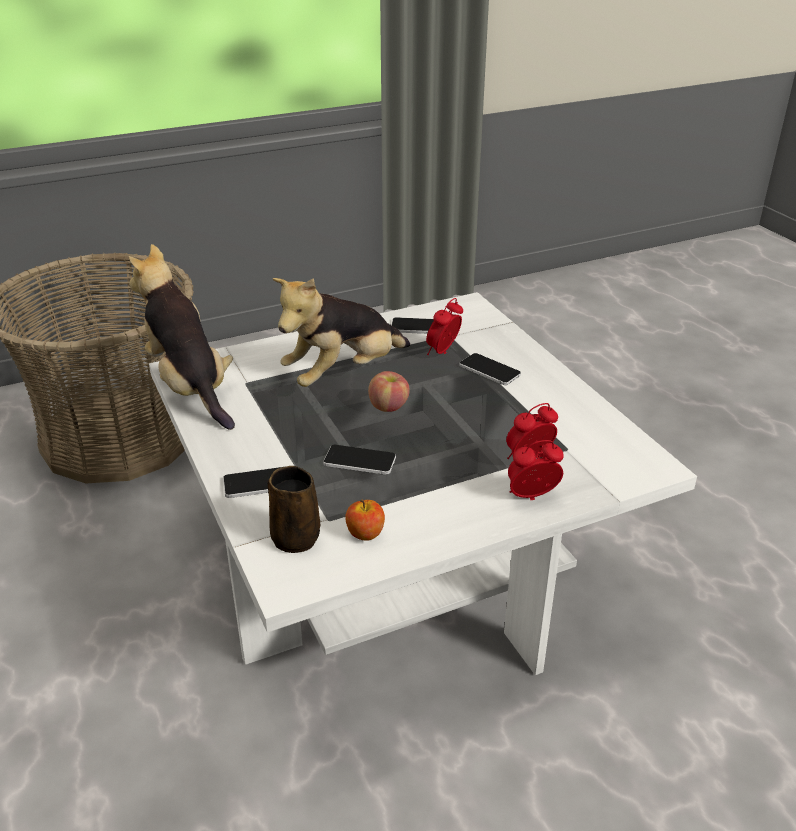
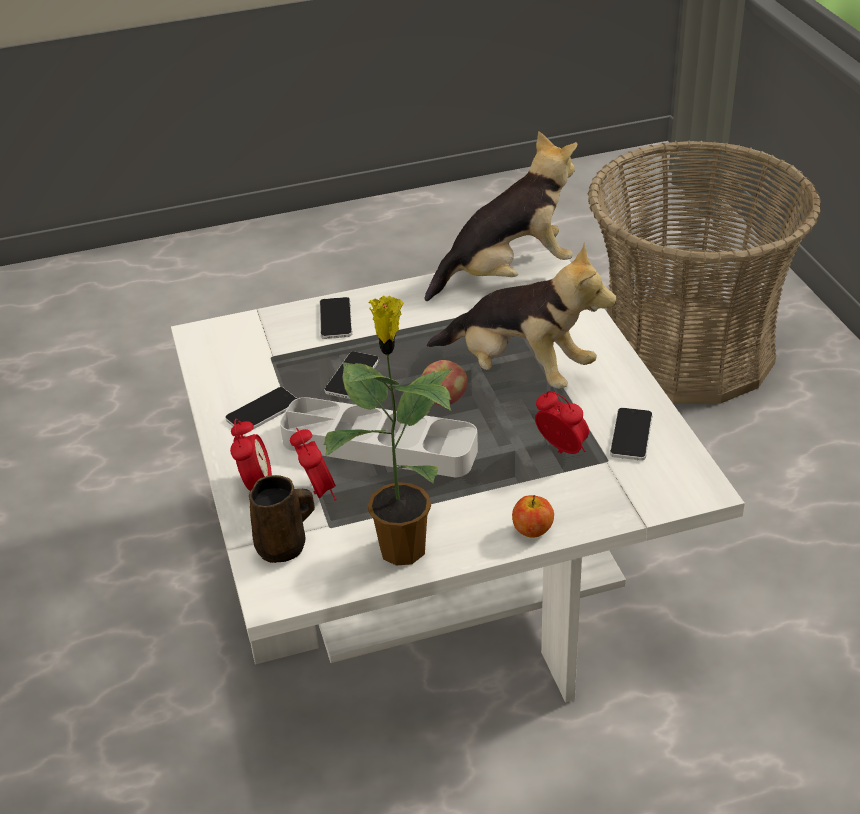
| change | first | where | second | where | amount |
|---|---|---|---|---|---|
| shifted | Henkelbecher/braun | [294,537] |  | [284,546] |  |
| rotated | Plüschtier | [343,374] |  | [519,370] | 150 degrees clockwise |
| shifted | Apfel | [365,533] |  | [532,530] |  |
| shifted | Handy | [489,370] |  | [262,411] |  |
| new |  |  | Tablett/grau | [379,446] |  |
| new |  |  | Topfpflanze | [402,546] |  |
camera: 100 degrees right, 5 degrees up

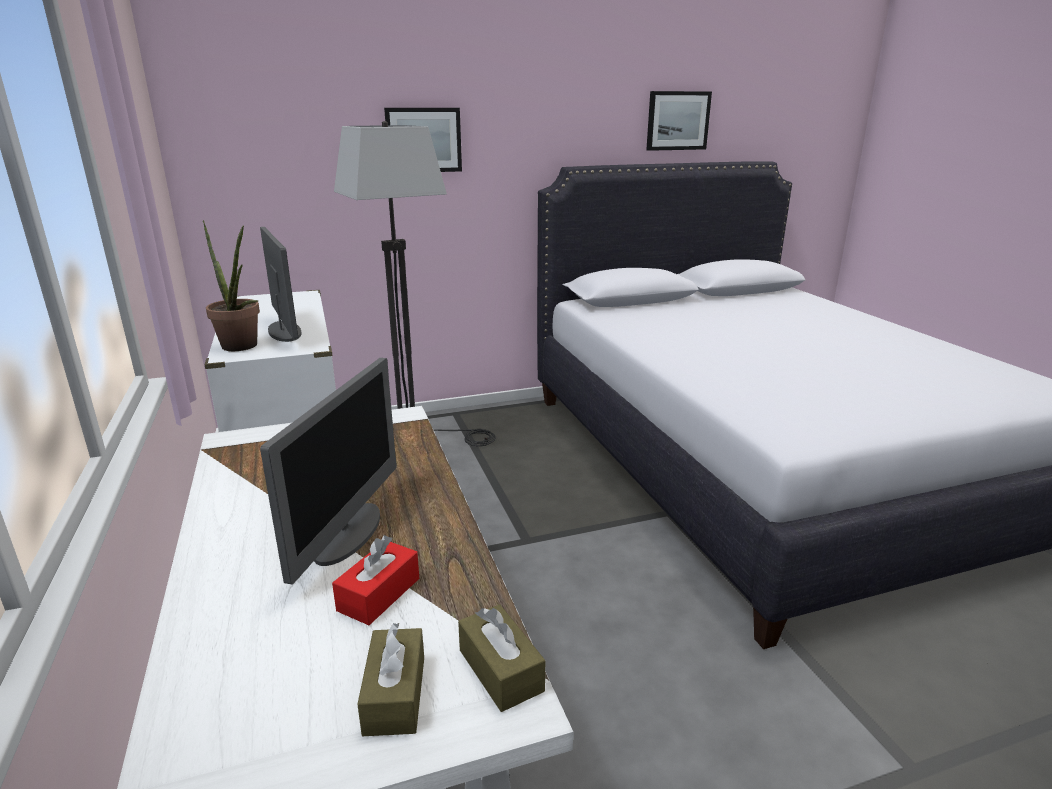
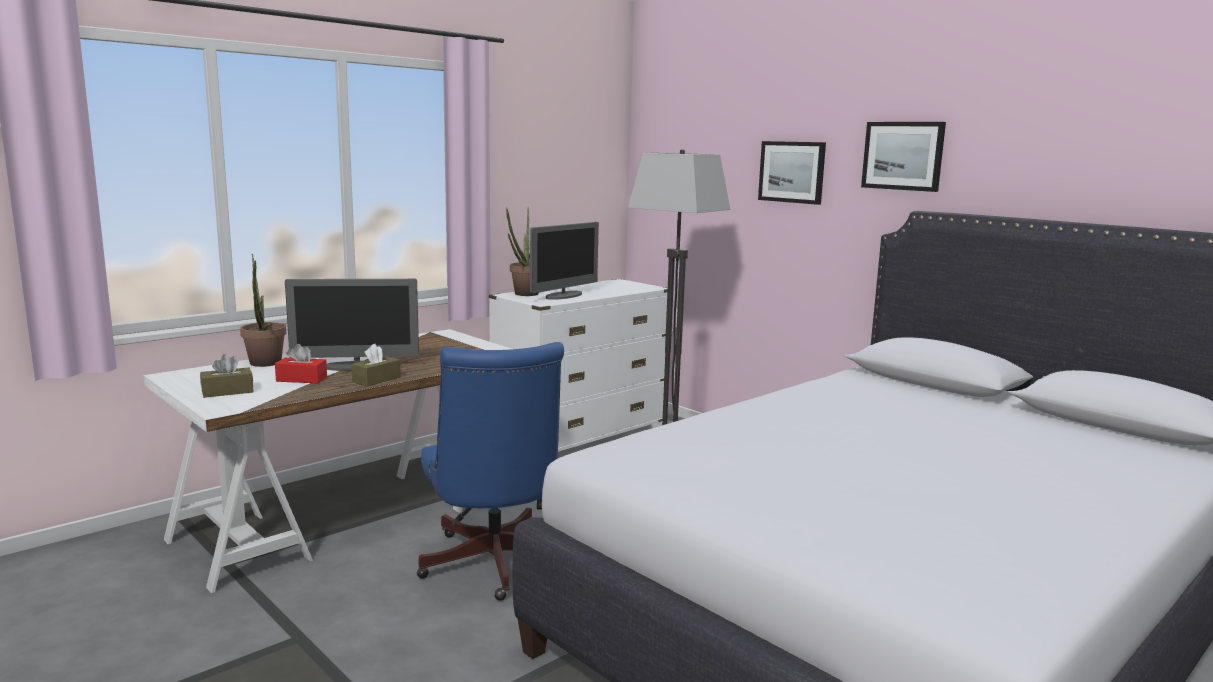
| change | first | where | second | where | amount |
|---|---|---|---|---|---|
| shifted | Taschentuchbox/braun | [500,670] |  | [376,379] |  |
| shifted | Bild | [677,121] |  | [903,156] |  |
| new |  |  | Topfpflanze | [265,364] |  |
| new |  |  | Bürostuhl/blau | [494,567] |  |
camera: 65 degrees right, 10 degrees down

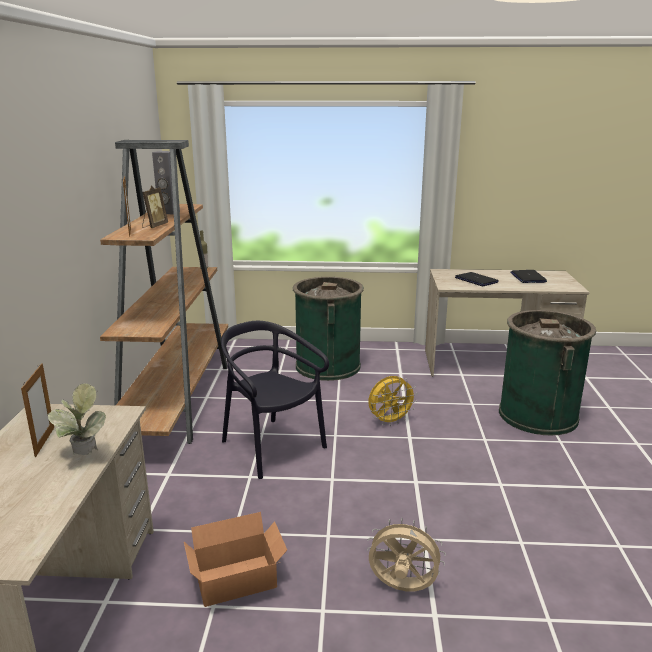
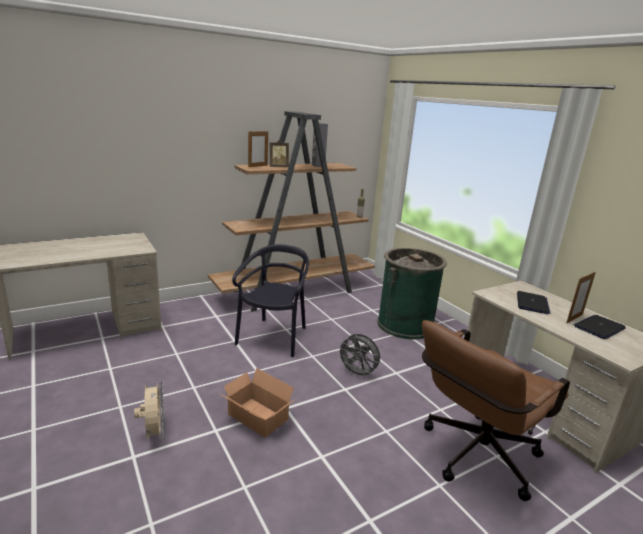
| change | first | where | second | where | amount |
|---|---|---|---|---|---|
| shifted | Bilderrahmen | [44,441] |  | [574,318] |  |
| gone | Topfpflanze | [83,458] |  |  |  |
| shifted | Karton | [238,581] |  | [257,418] |  |
| repainted | Ventilator/gelb | [390,421] | Ventilator/grau | [357,374] |  |
| swapped | Mülleimer/grün | [537,415] | Bürostuhl/braun | [473,458] |  |
camera: 55 degrees right, 0 degrees up

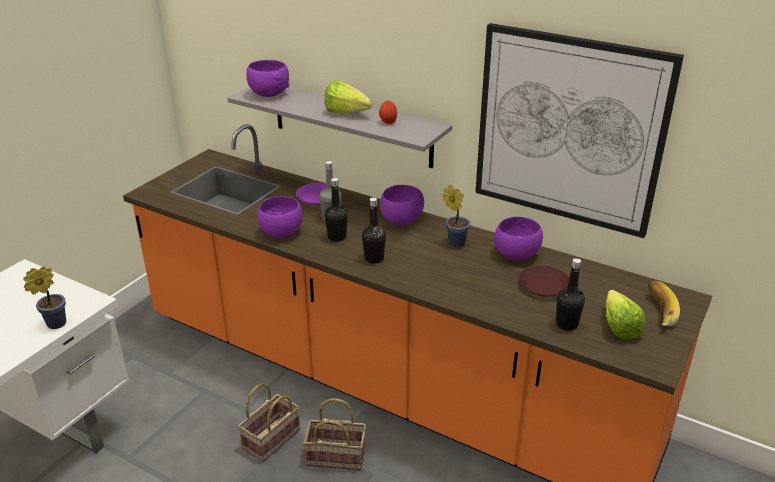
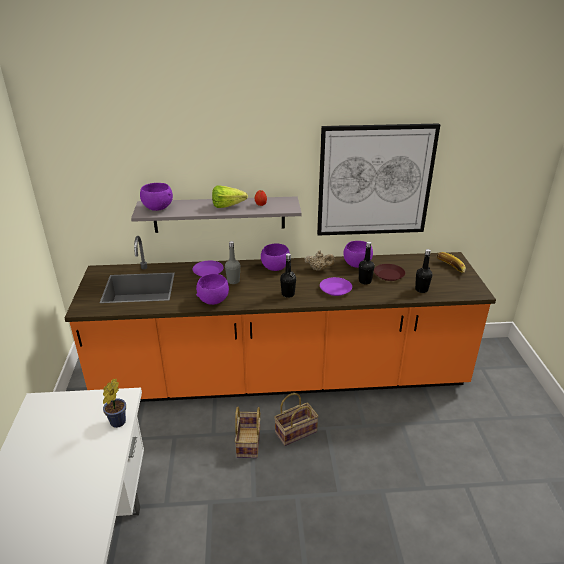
| change | first | where | second | where | amount |
|---|---|---|---|---|---|
| shifted | Flasche/schwarz | [337,237] |  | [365,281] |  |
| swapped | Topfpflanze | [454,242] | Teekanne/beige | [319,269] |  |
| gone | Salatkopf | [618,324] |  |  |  |
| new |  |  | Teller/lila | [335,289] |  |
camera: 35 degrees left, 0 degrees up

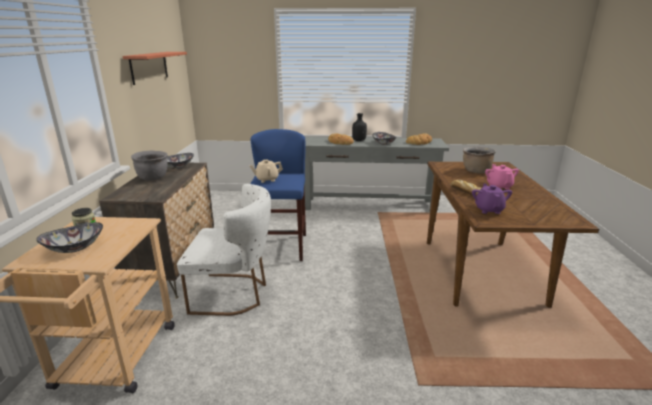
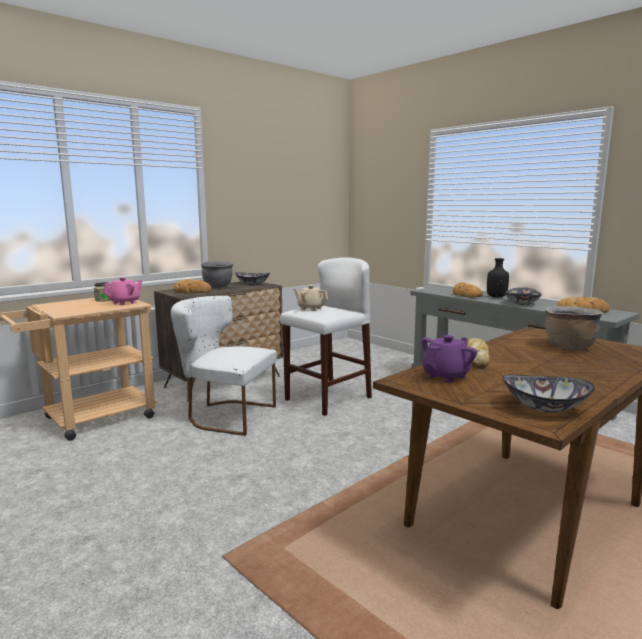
| change | first | where | second | where | amount |
|---|---|---|---|---|---|
| shifted | Schüssel | [75,248] |  | [544,407] |  |
| gone | Wandregal | [149,67] |  |  |  |
| rotated | Stuhl/weiß | [234,294] |  | [225,415] | 150 degrees clockwise |
| repainted | Hocker/blau | [281,247] | Hocker/weiß | [327,398] |  |
| shifted | Teekanne/rosa | [499,186] |  | [125,303] |  |
| new |  |  | Brot | [191,291] |  |
camera: 45 degrees right, 10 degrees down

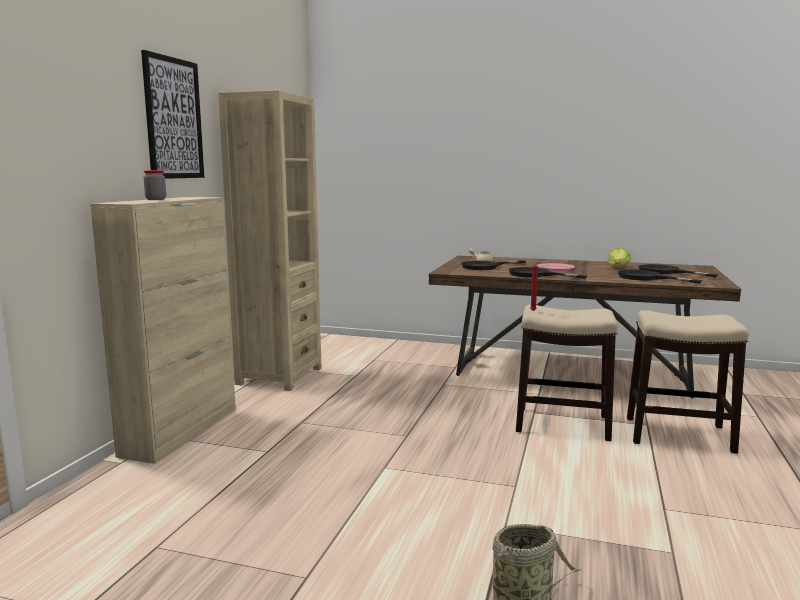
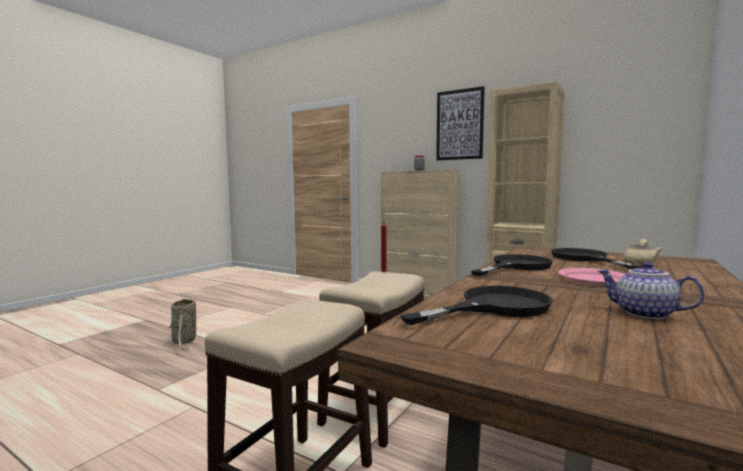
| change | first | where | second | where | amount |
|---|---|---|---|---|---|
| swapped | Salatkopf | [618,268] | Teekanne | [644,314] |  |
| gone | Pfanne/schwarz | [665,272] |  |  |  |
camera: 105 degrees right, 5 degrees down

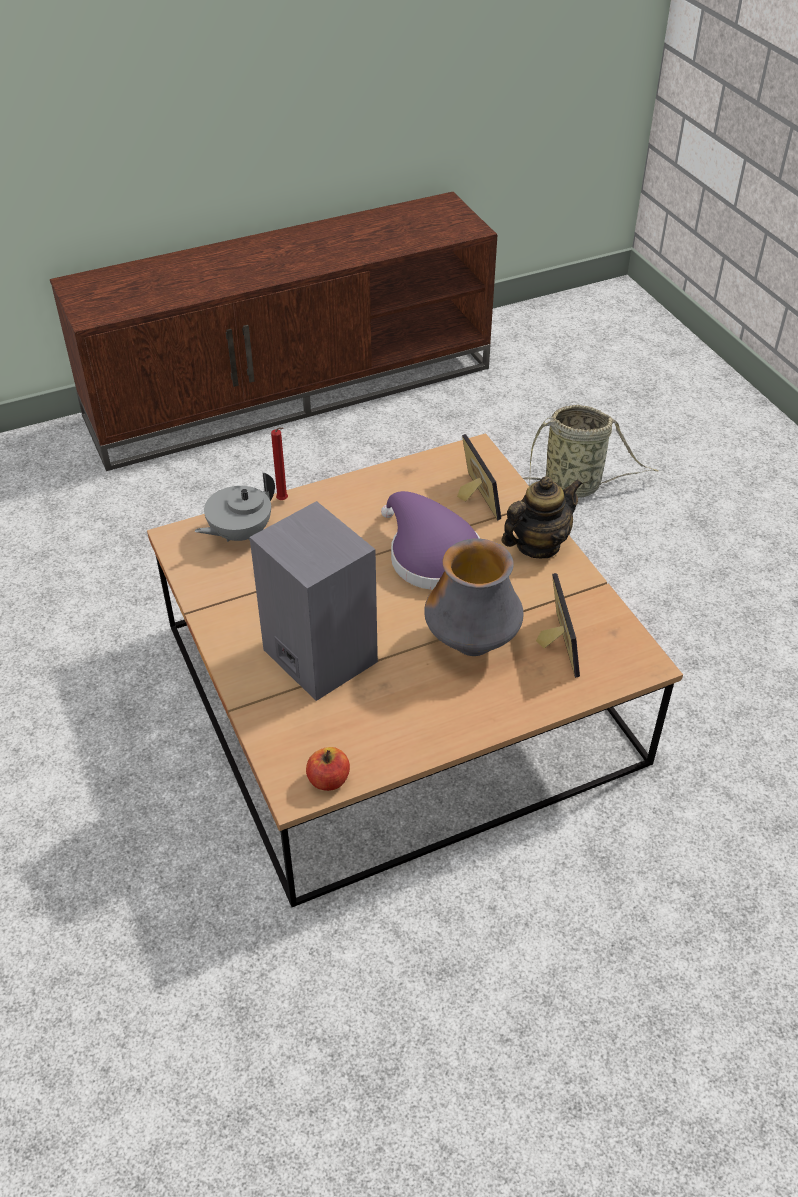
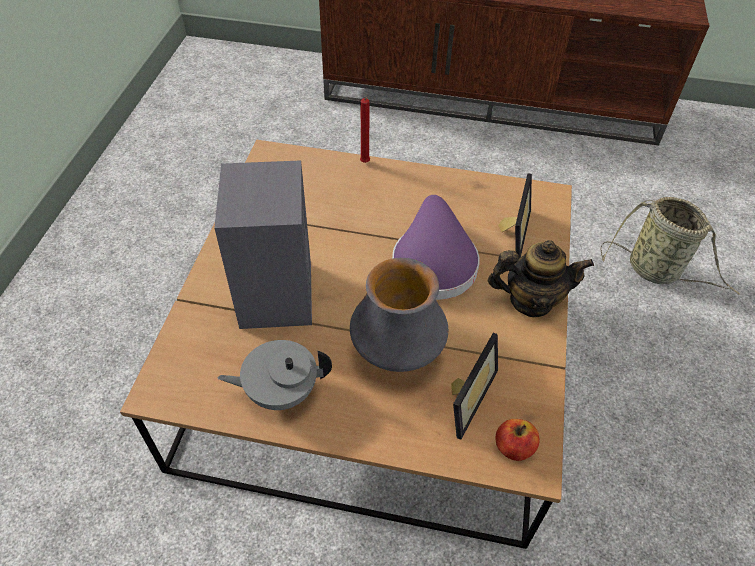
| change | first | where | second | where | amount |
|---|---|---|---|---|---|
| shifted | Teekanne/grau | [239,533] |  | [280,391] |  |
| shifted | Apfel | [329,780] |  | [514,447] |  |
camera: 35 degrees right, 5 degrees up

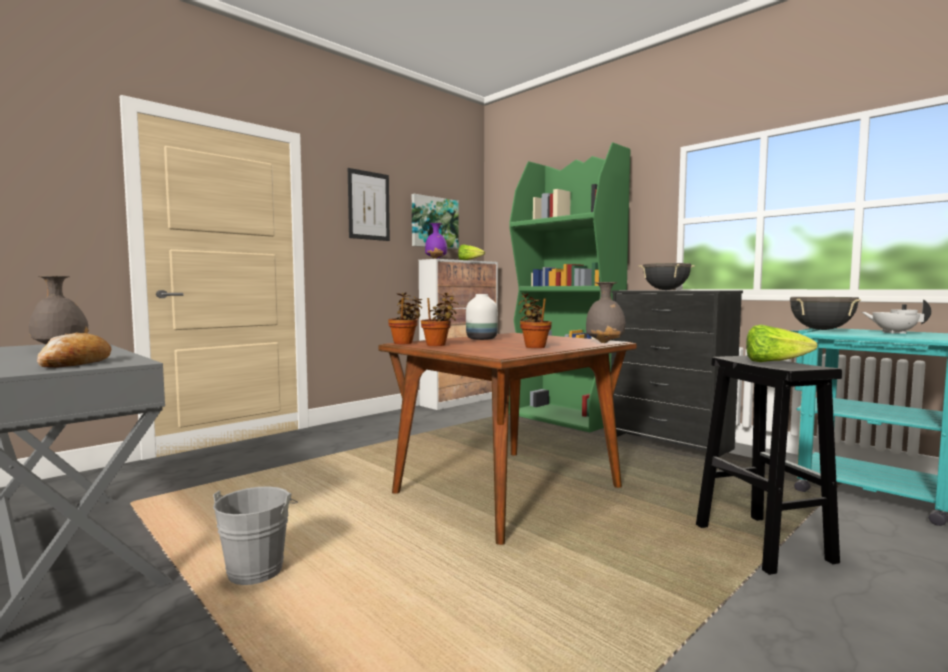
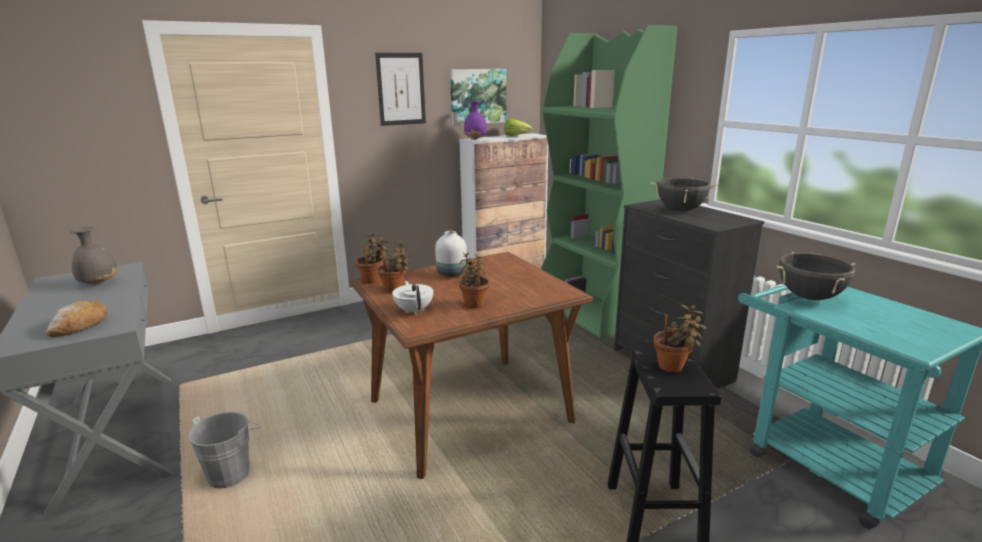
| change | first | where | second | where | amount |
|---|---|---|---|---|---|
| gone | Vase/grau | [605,343] |  |  |  |
| swapped | Salatkopf | [774,362] | Topfpflanze | [673,367] |  |
| shifted | Teekanne/weiß | [894,333] |  | [414,310] |  |
camera: 15 degrees right, 15 degrees up

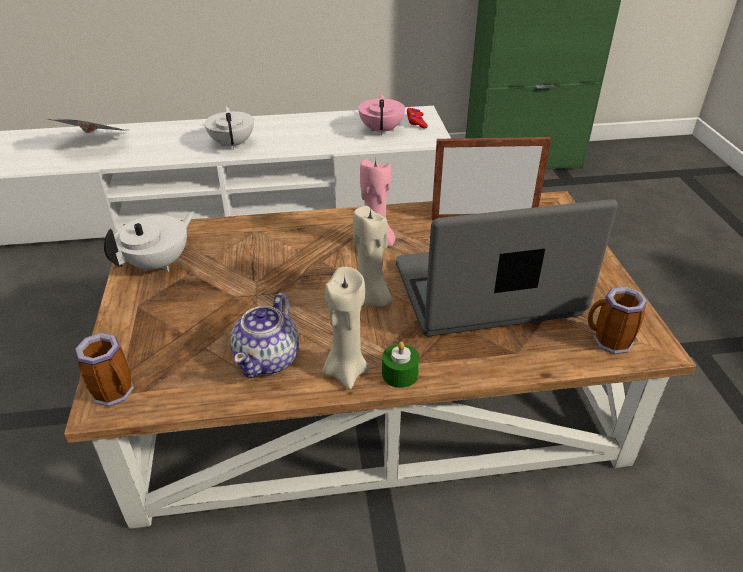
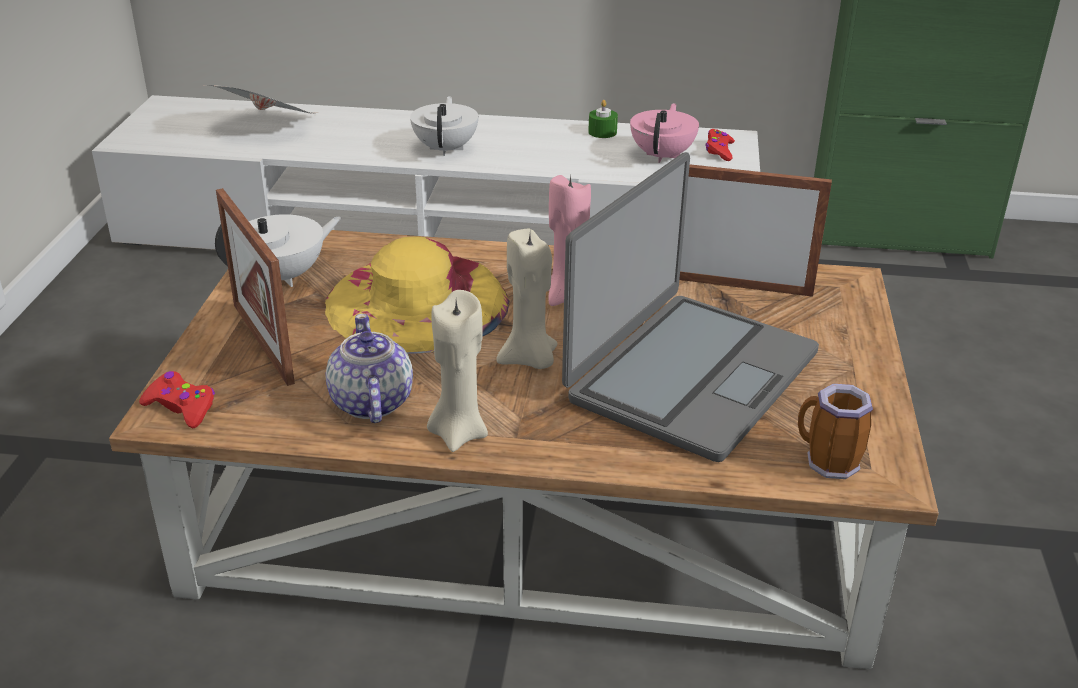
| change | first | where | second | where | amount |
|---|---|---|---|---|---|
| swapped | Henkelbecher | [117,393] | Gamepad/rot | [181,407] |  |
| rotated | Teekanne | [268,359] |  | [370,403] | 135 degrees clockwise |
| shifted | Kerze/grün | [400,374] |  | [602,132] |  |
| rotated | Laptop | [486,292] |  | [690,375] | 120 degrees clockwise |
| new |  |  | Bilderrahmen | [262,343] |  |
| new |  |  | Hut/gelb | [417,302] |  |
camera: 15 degrees right, 5 degrees down

